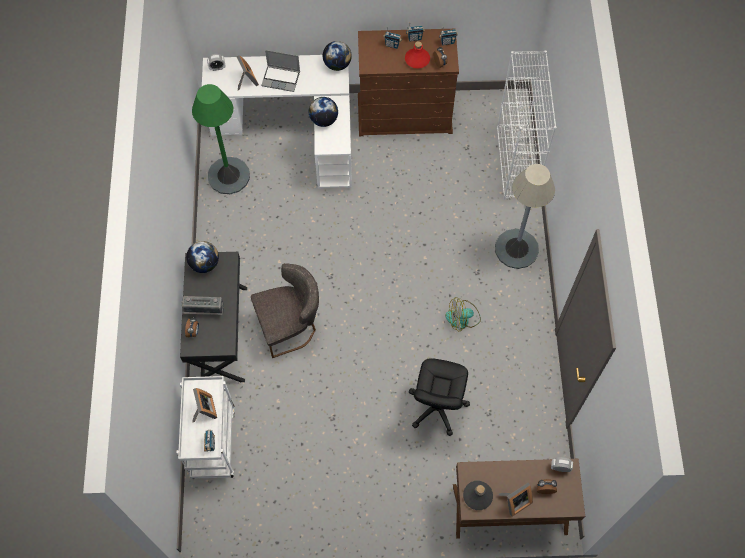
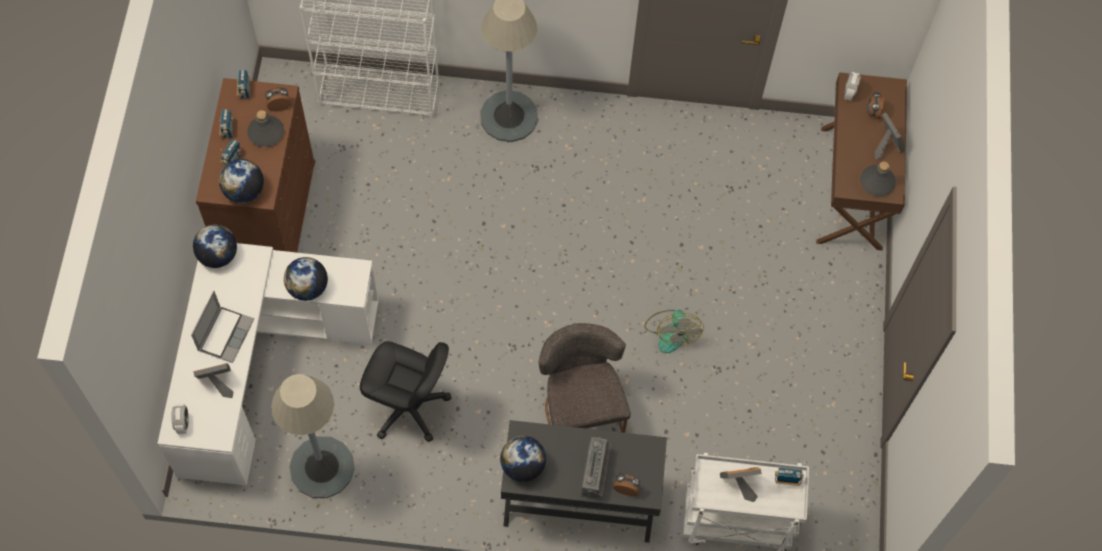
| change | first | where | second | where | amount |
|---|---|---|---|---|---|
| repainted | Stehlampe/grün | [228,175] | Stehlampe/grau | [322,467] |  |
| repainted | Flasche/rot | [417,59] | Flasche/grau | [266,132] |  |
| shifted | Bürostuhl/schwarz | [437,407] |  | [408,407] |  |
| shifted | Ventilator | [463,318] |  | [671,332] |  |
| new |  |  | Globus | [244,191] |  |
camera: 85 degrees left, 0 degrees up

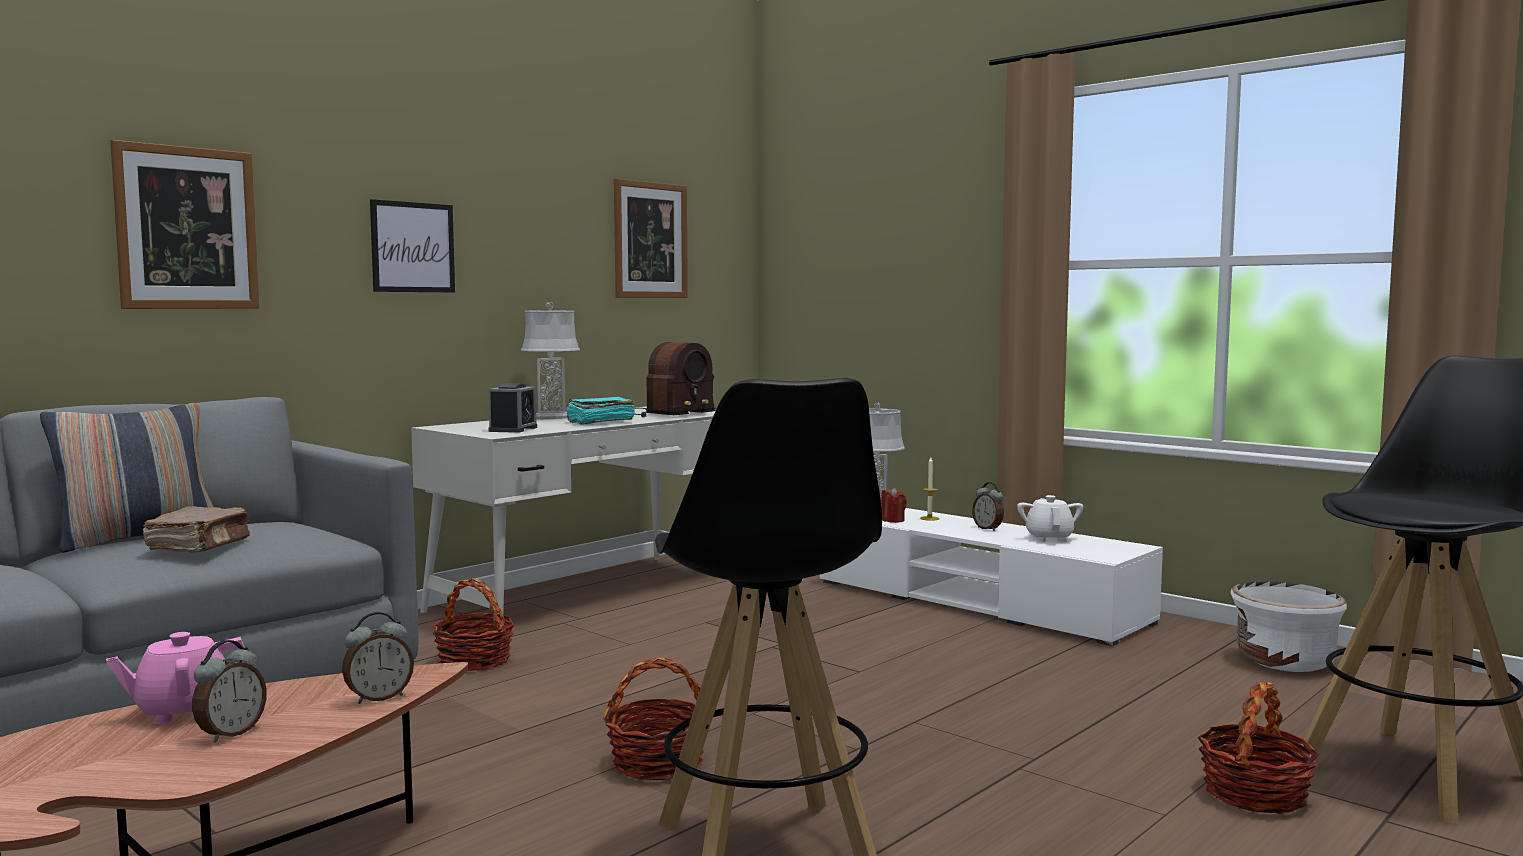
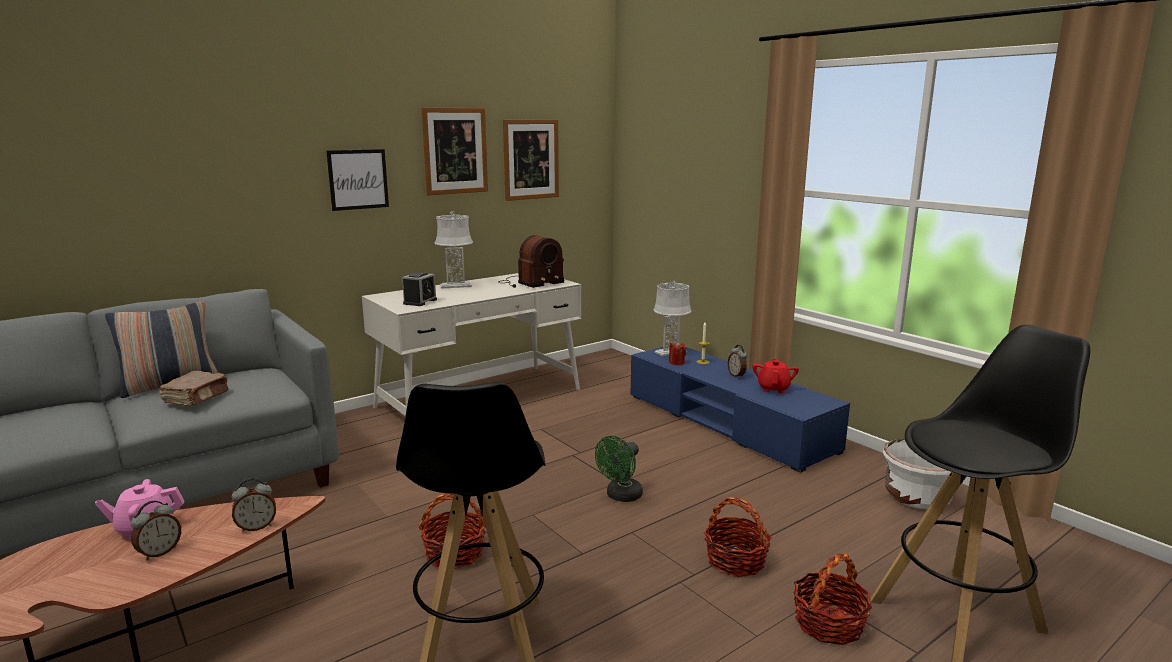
| change | first | where | second | where | amount |
|---|---|---|---|---|---|
| shifted | Bild | [187,228] |  | [455,151] |  |
| shifted | Korb | [475,661] |  | [736,561] |  |
| gone | Buch/türkis | [599,422] |  |  |  |
| repainted | Fernsehschrank/weiß | [978,602] | Fernsehschrank/blau | [727,422] |  |
| repainted | Teekanne/weiß | [1049,538] | Teekanne/rot | [773,388] |  |
| new |  |  | Ventilator/grün | [621,496] |  |
camera: 10 degrees right, 10 degrees up

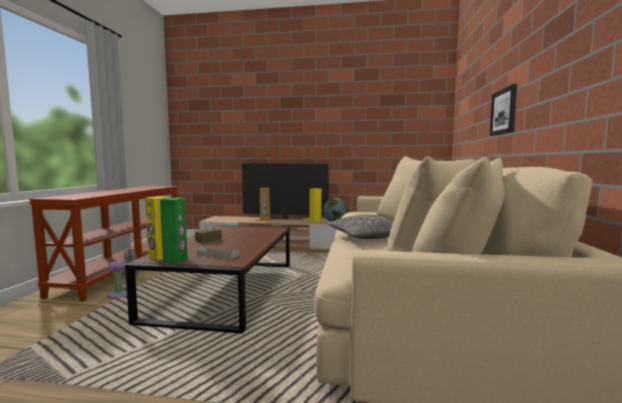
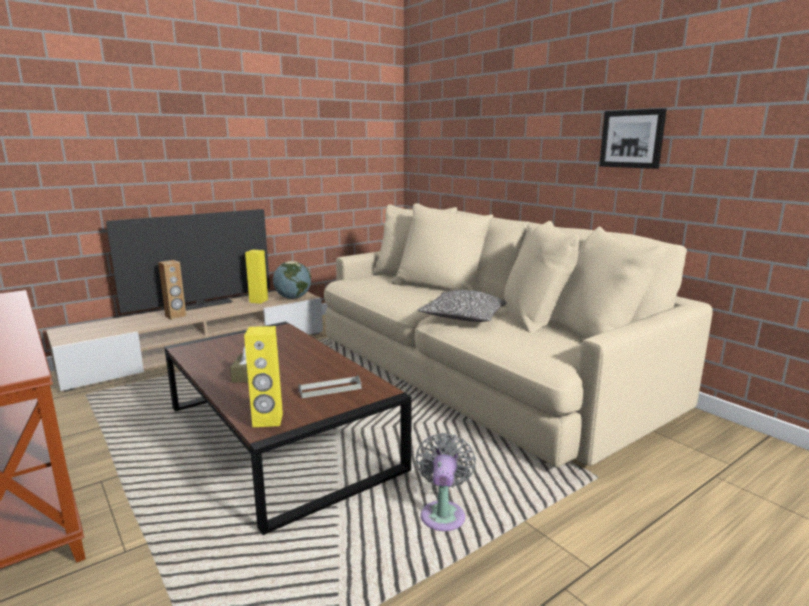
| change | first | where | second | where | amount |
|---|---|---|---|---|---|
| shifted | Ventilator/grau | [124,293] |  | [443,513] |  |
| gone | Lautsprecher/grün | [175,260] |  |  |  |
| shifted | Bild | [504,112] |  | [632,139] |  |
camera: 45 degrees left, 10 degrees up

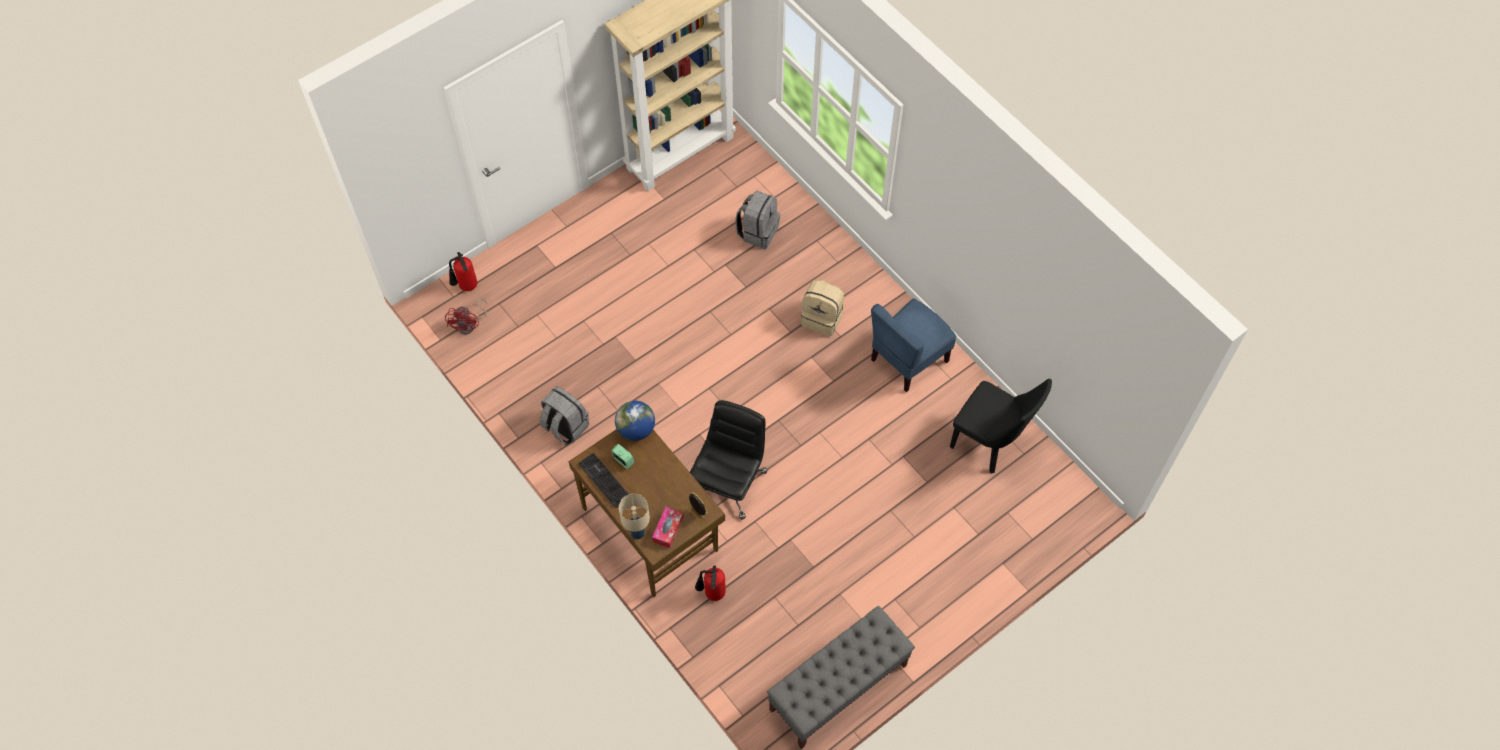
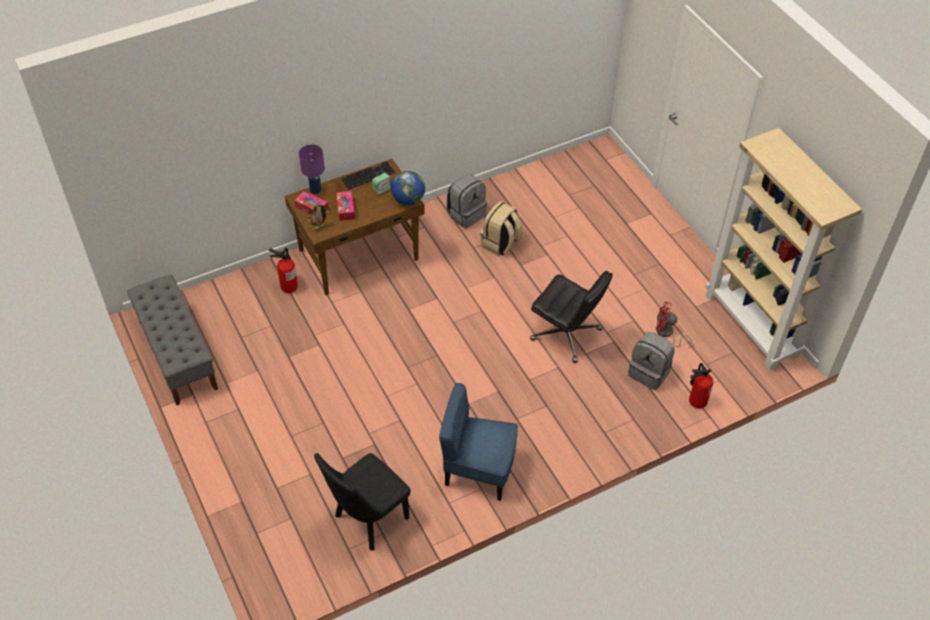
| change | first | where | second | where | amount |
|---|---|---|---|---|---|
| shifted | Ventilator/rot | [469,325] |  | [666,334] |  |
| shifted | Feuerlöscher | [466,287] |  | [695,400] |  |
| repainted | Tischlampe/beige | [637,533] | Tischlampe/lila | [315,190] |  |
| shifted | Bürostuhl/schwarz | [728,483] |  | [567,334] |  |
| shifted | Rucksack/beige | [822,318] |  | [500,244] |  |
| rotated | Stuhl/blau | [908,360] |  | [478,470] | 45 degrees counterclockwise |
| new |  |  | Taschentuchbox | [345,209] |  |
camera: 100 degrees right, 10 degrees down

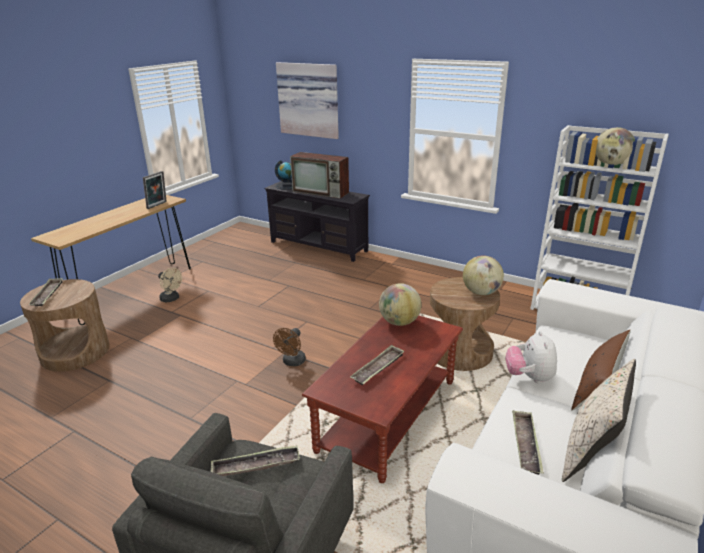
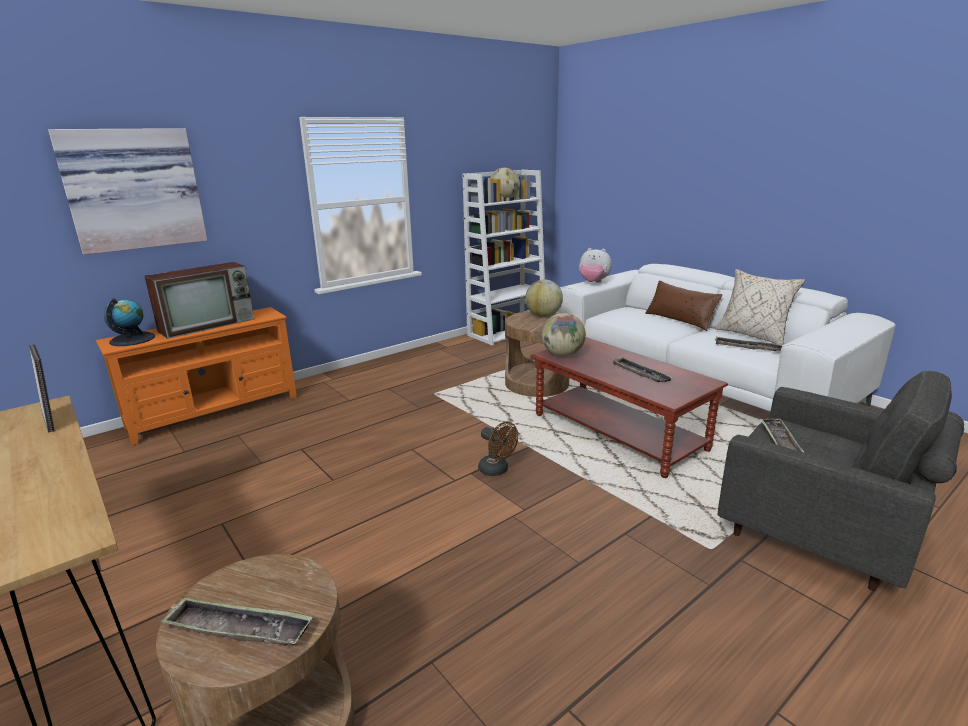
| change | first | where | second | where | amount |
|---|---|---|---|---|---|
| gone | Ventilator/beige | [171,299] |  |  |  |
| repainted | Fernsehschrank/schwarz | [318,246] | Fernsehschrank/orange | [214,412] |  |
| shifted | Plüschtier | [529,377] |  | [593,282] |  |
camera: 70 degrees left, 5 degrees down

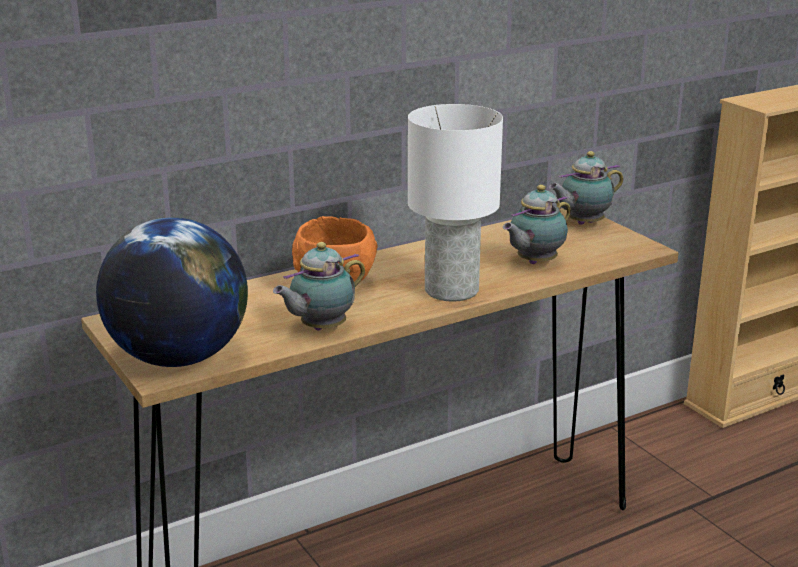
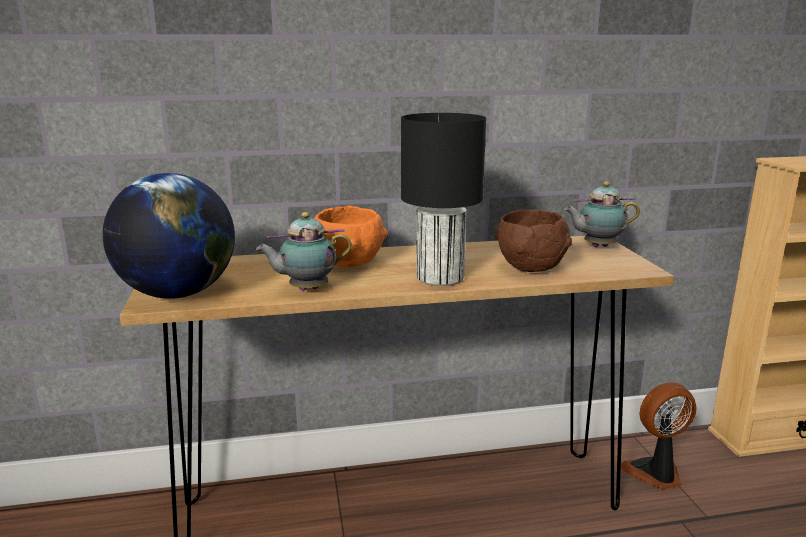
| change | first | where | second | where | amount |
|---|---|---|---|---|---|
| repainted | Tischlampe/weiß | [451,291] | Tischlampe/schwarz | [439,278] |  |
| swapped | Teekanne | [534,262] | Schüssel/braun | [530,267] |  |
| new |  |  | Ventilator | [655,474] |  |
camera: 20 degrees right, 5 degrees down

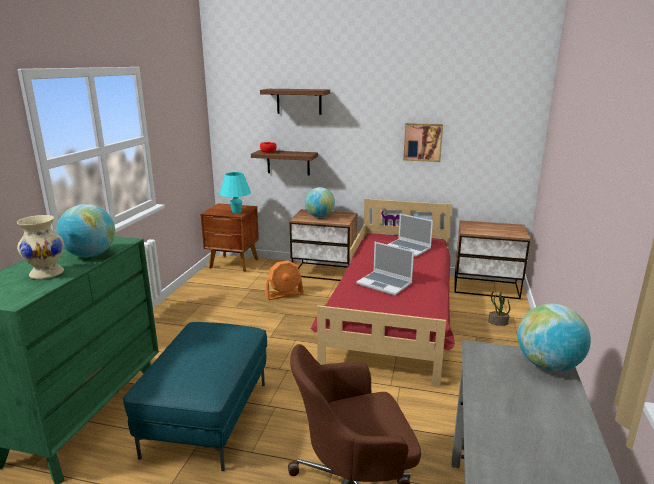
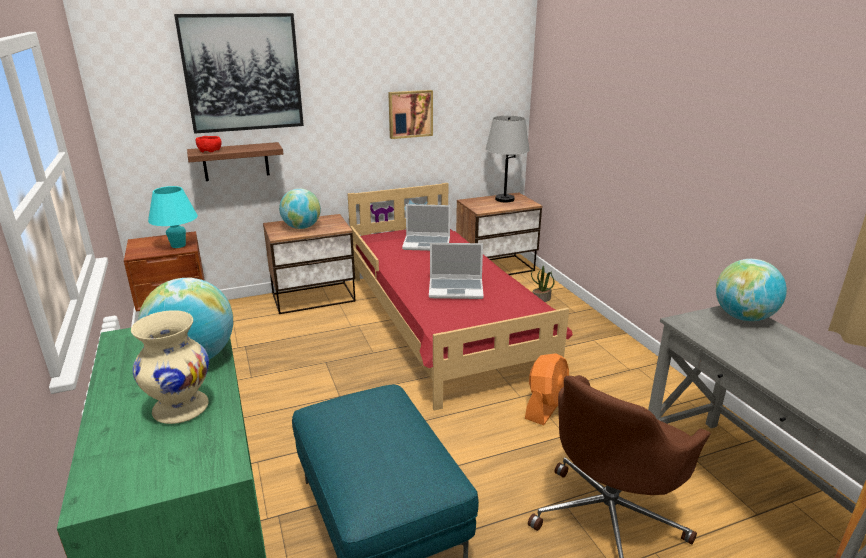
| change | first | where | second | where | amount |
|---|---|---|---|---|---|
| swapped | Wandregal | [299,101] | Bild | [242,73] |  |
| shifted | Ventilator/orange | [284,294] |  | [545,407] |  |
| new |  |  | Tischlampe/grau | [504,199] |  |
camera: 35 degrees left, 5 degrees up

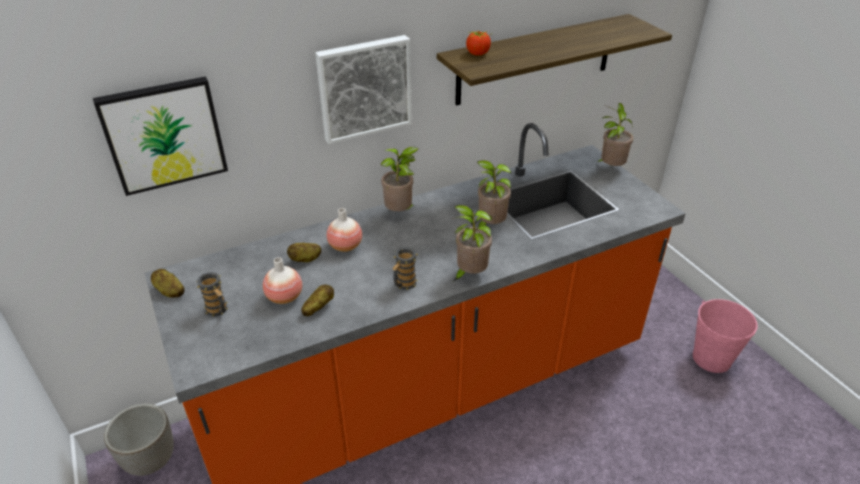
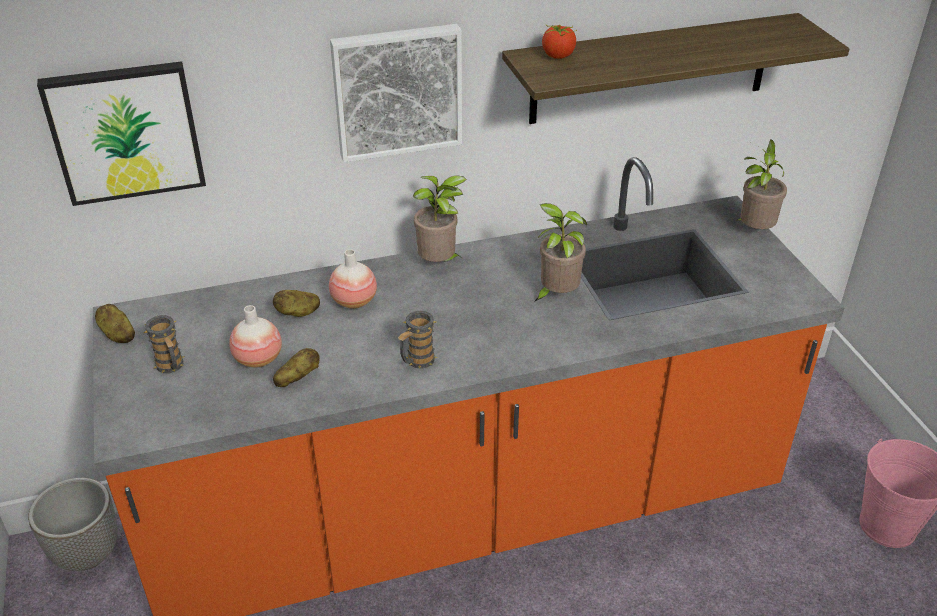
| change | first | where | second | where | amount |
|---|---|---|---|---|---|
| gone | Topfpflanze | [469,274] |  |  |  |
camera: 10 degrees right, 0 degrees up

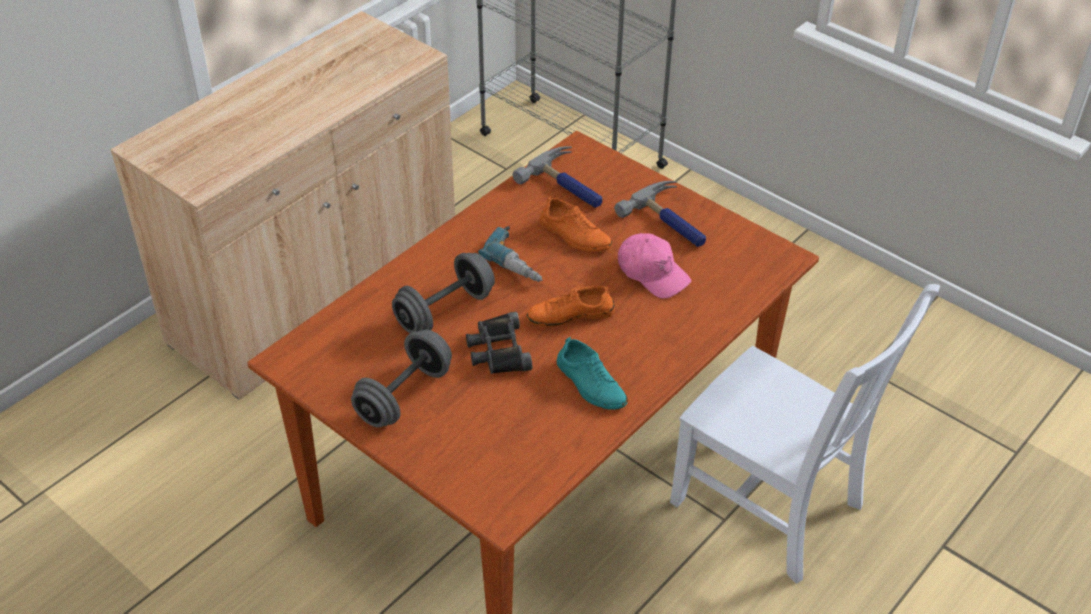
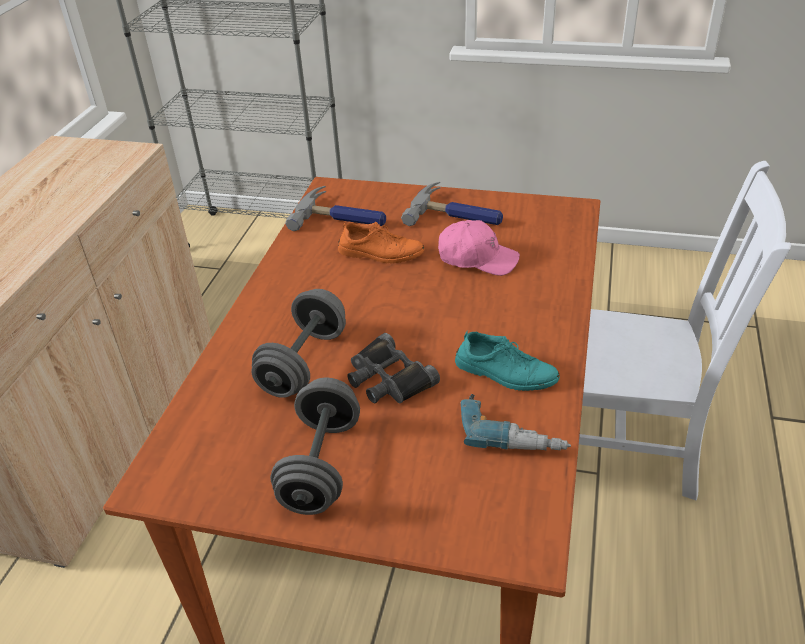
| change | first | where | second | where | amount |
|---|---|---|---|---|---|
| shifted | Bohrmaschine | [519,261] |  | [513,432] |  |
| gone | Schuh/orange | [570,314] |  |  |  |
camera: 25 degrees left, 5 degrees down

